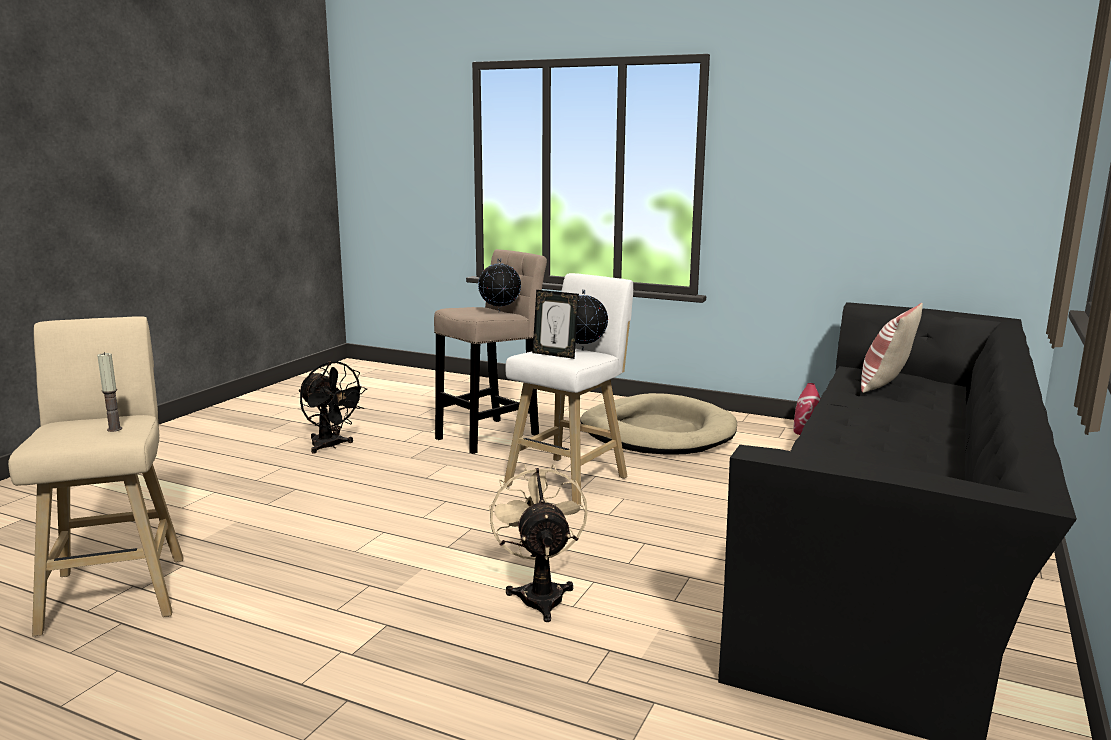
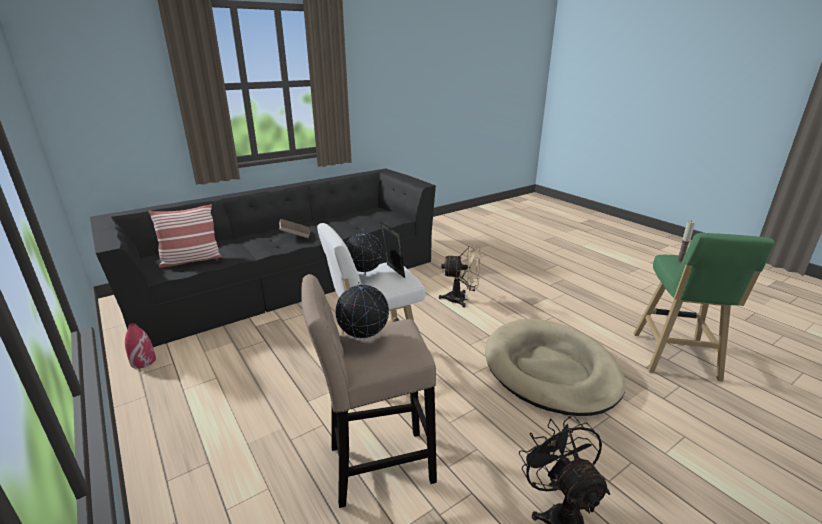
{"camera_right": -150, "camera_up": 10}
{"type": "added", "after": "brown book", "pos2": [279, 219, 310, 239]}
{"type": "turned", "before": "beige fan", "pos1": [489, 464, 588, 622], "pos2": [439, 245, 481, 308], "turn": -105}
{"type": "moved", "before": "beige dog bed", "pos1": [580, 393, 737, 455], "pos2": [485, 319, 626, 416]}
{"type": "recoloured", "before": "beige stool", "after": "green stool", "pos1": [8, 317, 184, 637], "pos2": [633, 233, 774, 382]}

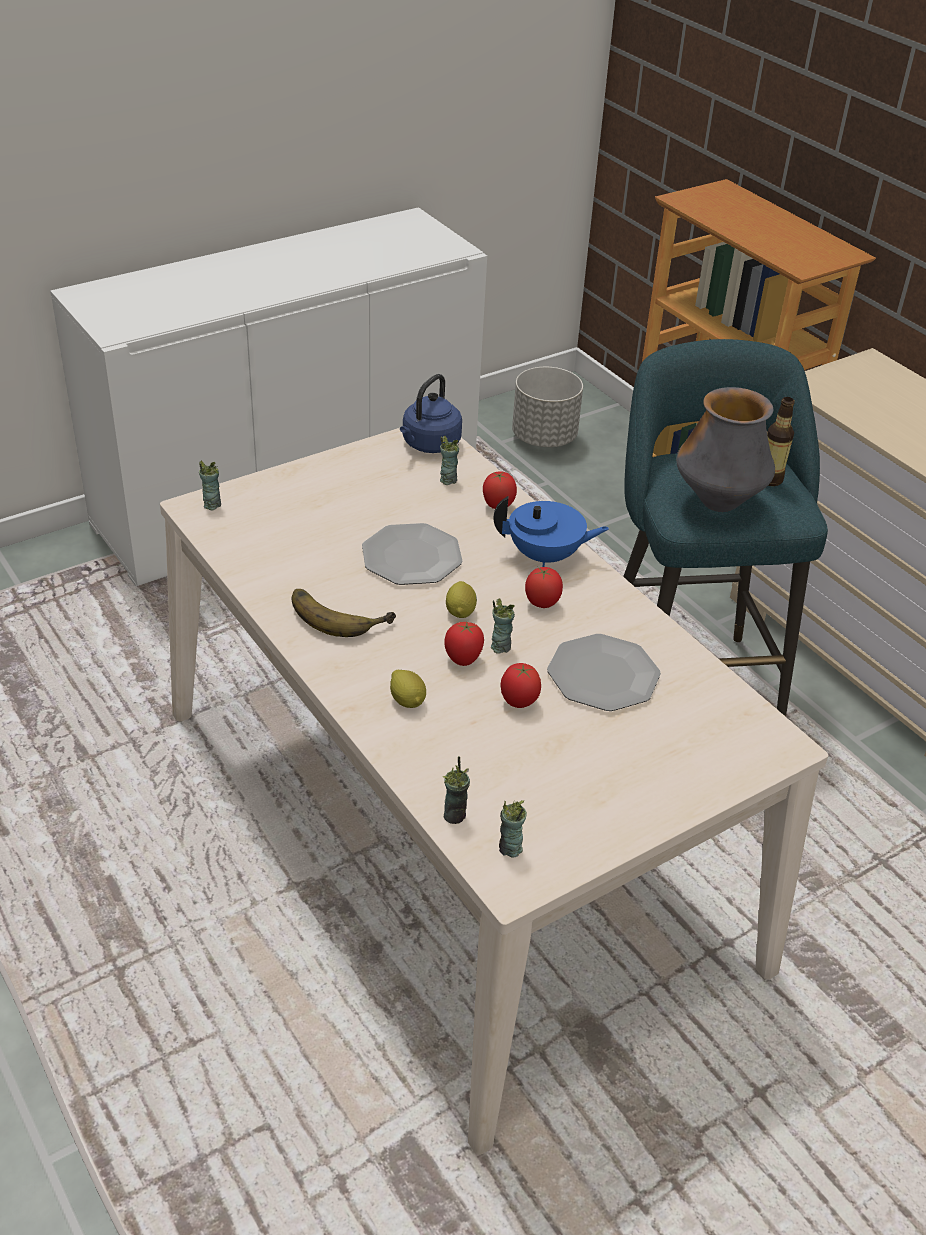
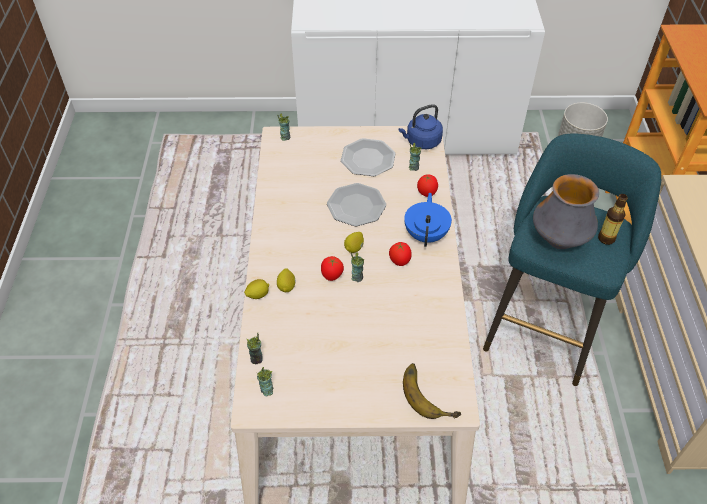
{"camera_right": 35, "camera_up": 10}
{"type": "added", "after": "lemon", "pos2": [244, 279, 269, 299]}
{"type": "moved", "before": "plate", "pos1": [547, 634, 661, 711], "pos2": [341, 138, 396, 176]}
{"type": "moved", "before": "banana", "pos1": [292, 589, 396, 637], "pos2": [403, 363, 461, 419]}
{"type": "turned", "before": "blue teapot", "pos1": [494, 496, 609, 567], "pos2": [404, 193, 452, 247], "turn": -120}
{"type": "removed", "before": "tomato", "pos1": [500, 663, 541, 708]}

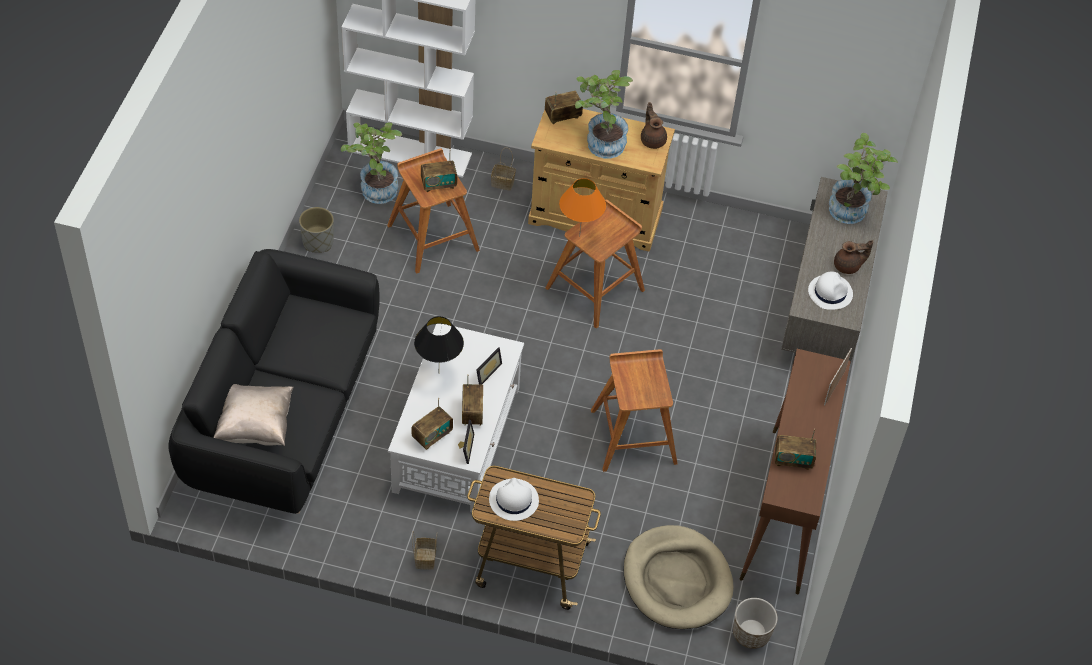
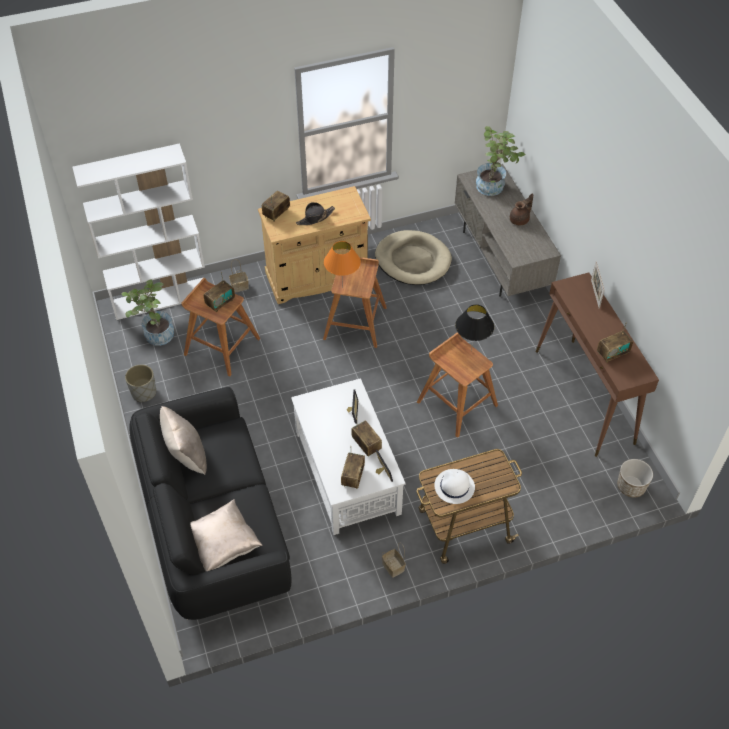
{"camera_right": -30, "camera_up": 0}
{"type": "added", "after": "beige pillow", "pos2": [160, 406, 207, 475]}
{"type": "replaced", "before": "potted plant", "after": "black hat", "pos1": [575, 70, 633, 159], "pos2": [296, 202, 335, 225]}
{"type": "moved", "before": "beige dog bed", "pos1": [624, 525, 733, 629], "pos2": [375, 230, 452, 285]}
{"type": "moved", "before": "black table lamp", "pos1": [414, 316, 464, 363], "pos2": [455, 304, 494, 352]}
{"type": "removed", "before": "brown teapot", "pos1": [641, 102, 667, 149]}
{"type": "removed", "before": "white hat", "pos1": [808, 272, 853, 310]}

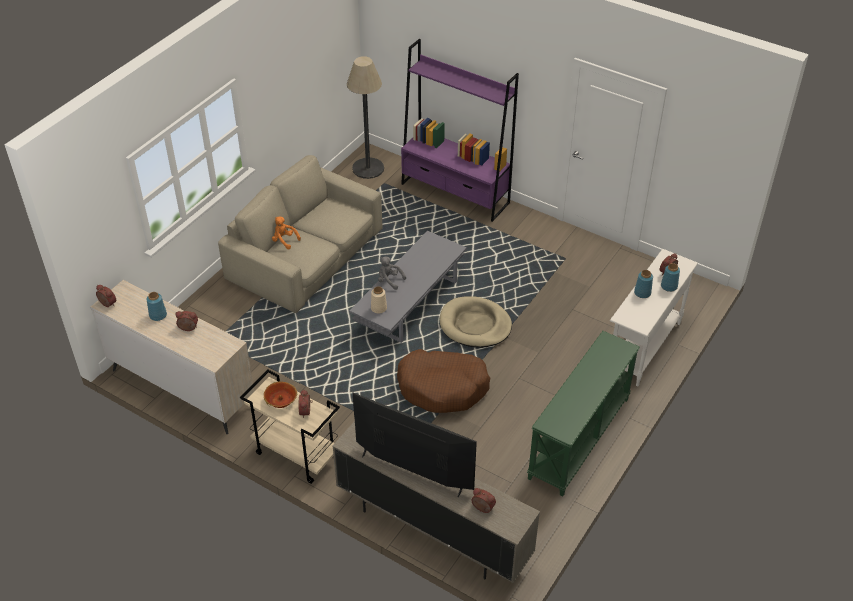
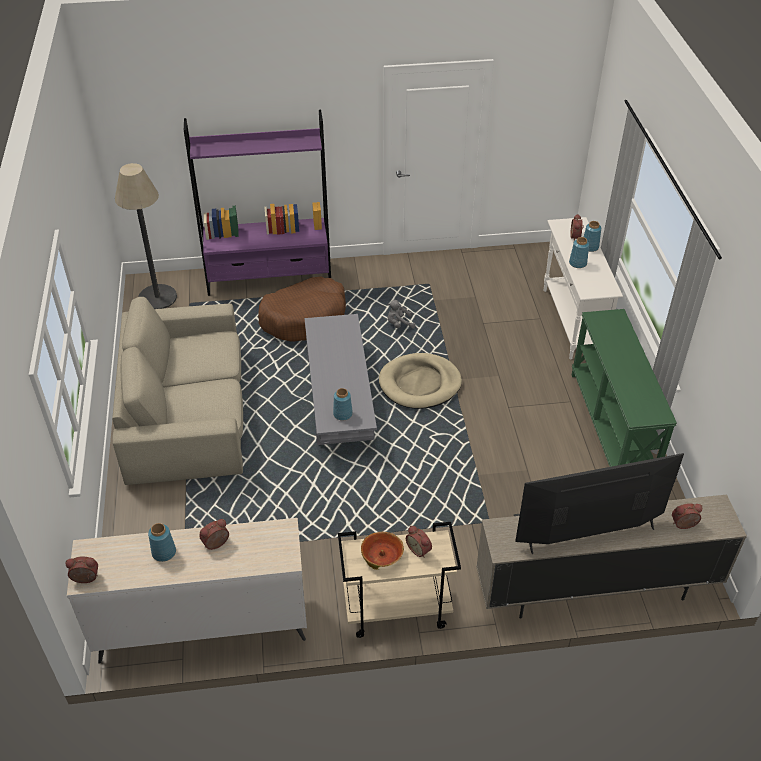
{"camera_right": -40, "camera_up": 0}
{"type": "moved", "before": "brown dog bed", "pos1": [397, 349, 490, 413], "pos2": [258, 276, 346, 342]}
{"type": "recoloured", "before": "beige vase", "after": "blue vase", "pos1": [371, 286, 387, 313], "pos2": [333, 388, 353, 421]}
{"type": "moved", "before": "grey plush toy", "pos1": [378, 256, 406, 290], "pos2": [387, 300, 416, 329]}
{"type": "removed", "before": "orange plush toy", "pos1": [272, 216, 301, 249]}

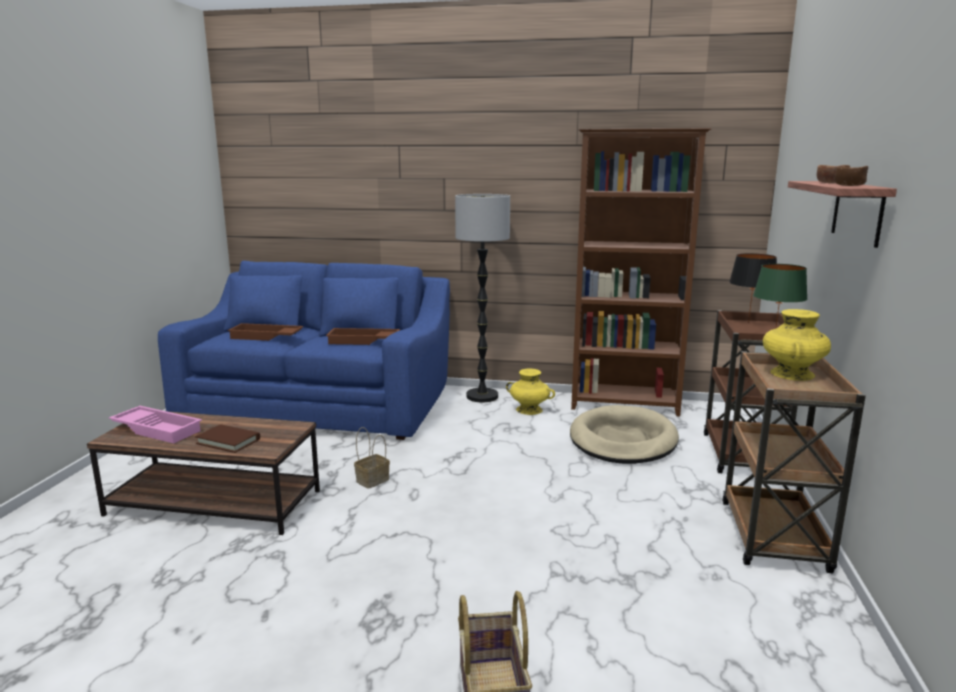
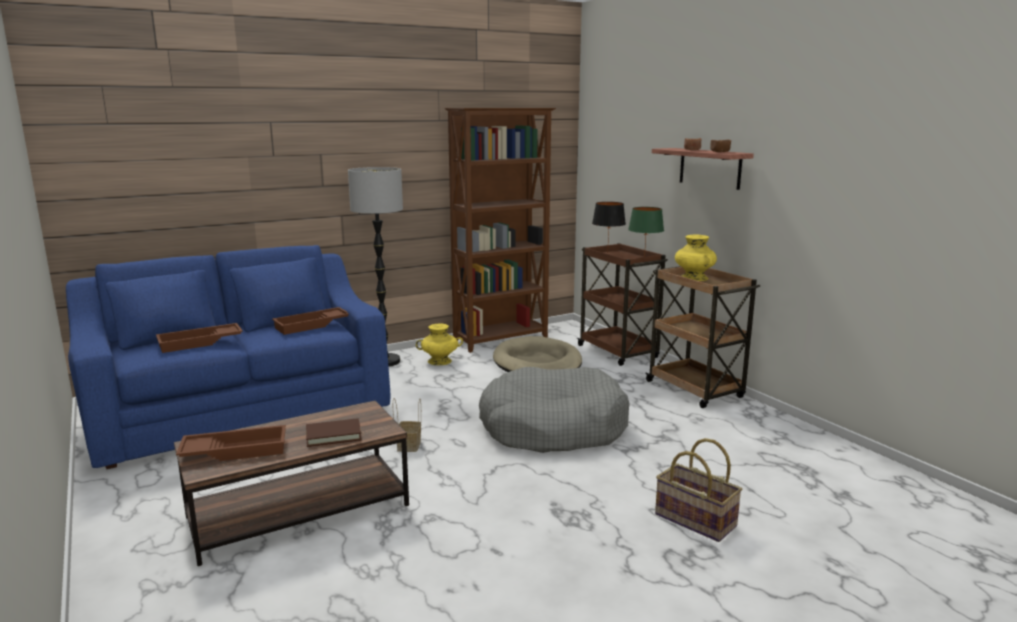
{"camera_right": -40, "camera_up": 0}
{"type": "recoloured", "before": "pink tray", "after": "brown tray", "pos1": [109, 406, 202, 444], "pos2": [176, 425, 286, 461]}
{"type": "added", "after": "grey dog bed", "pos2": [479, 367, 630, 453]}

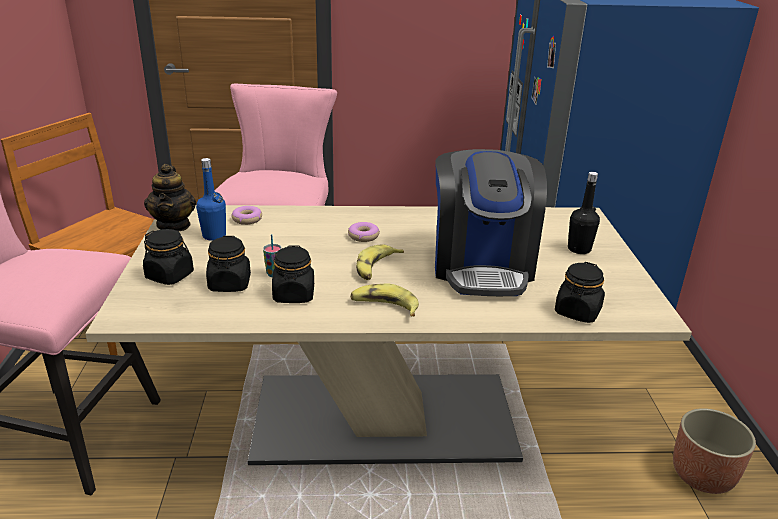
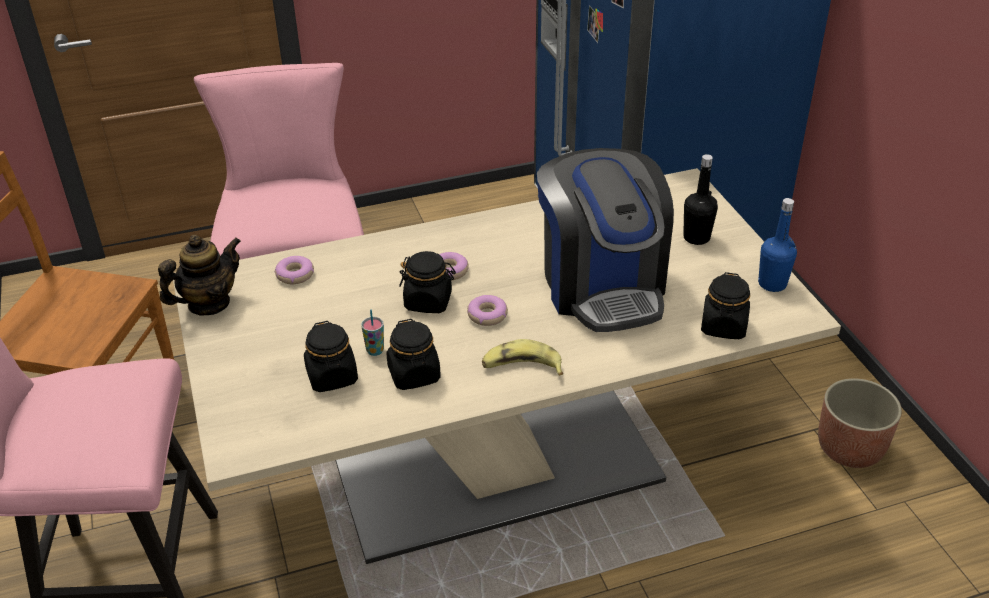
{"camera_right": -15, "camera_up": 10}
{"type": "turned", "before": "teapot", "pos1": [144, 164, 196, 232], "pos2": [158, 235, 241, 315], "turn": -105}
{"type": "moved", "before": "black jar", "pos1": [143, 229, 194, 285], "pos2": [399, 251, 456, 313]}
{"type": "replaced", "before": "banana", "after": "donut", "pos1": [356, 244, 404, 280], "pos2": [467, 295, 508, 326]}
{"type": "moved", "before": "blue bottle", "pos1": [196, 158, 226, 241], "pos2": [758, 198, 797, 292]}

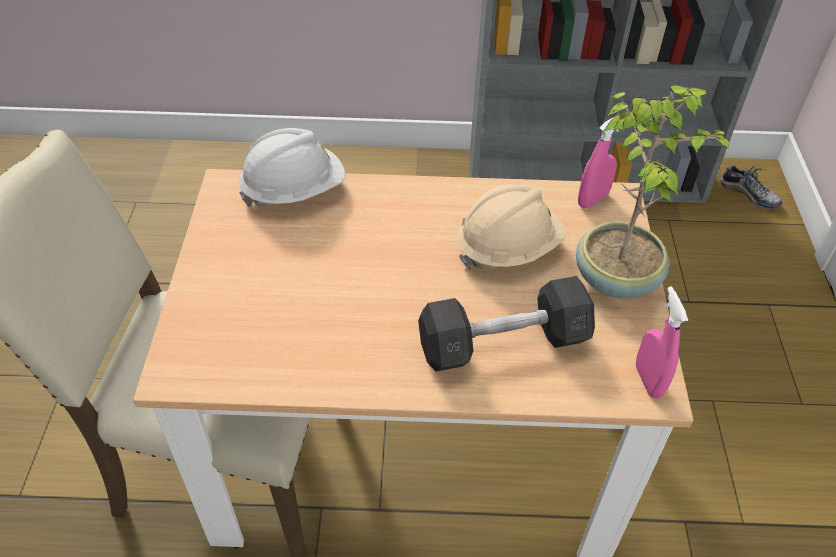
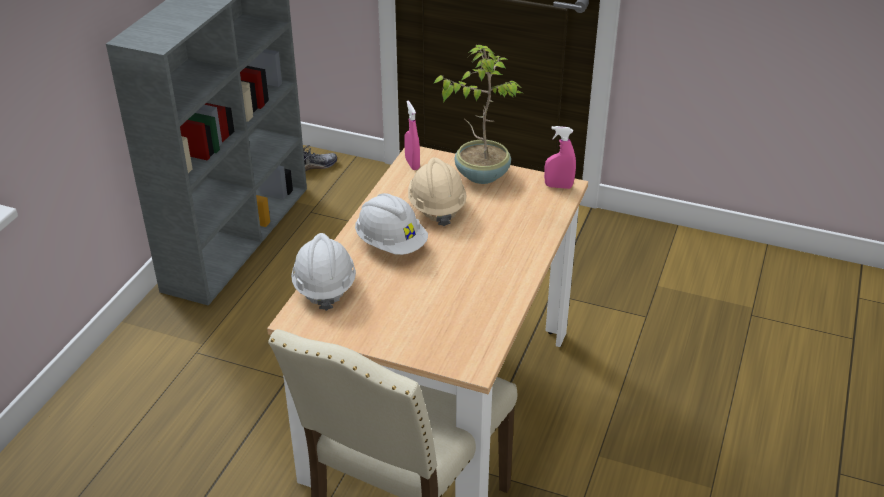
{"camera_right": -70, "camera_up": -10}
{"type": "added", "after": "white hard hat", "pos2": [355, 193, 428, 255]}
{"type": "removed", "before": "grey dumbbell", "pos1": [418, 276, 595, 372]}

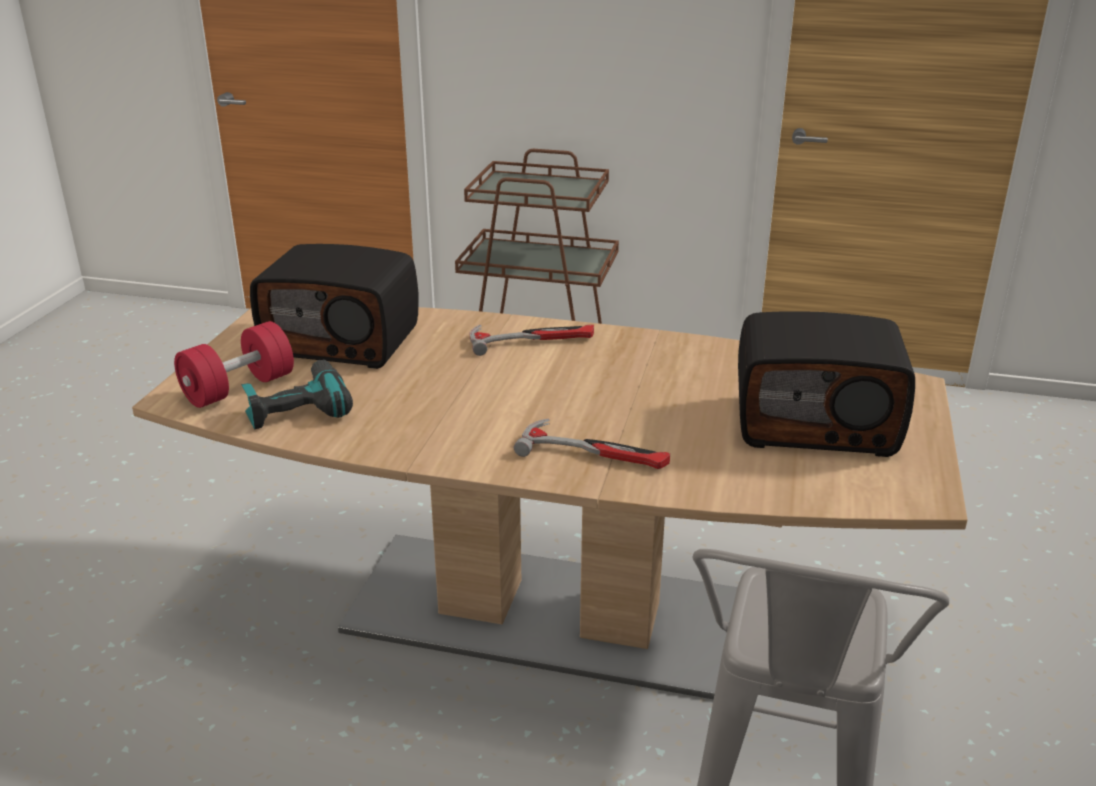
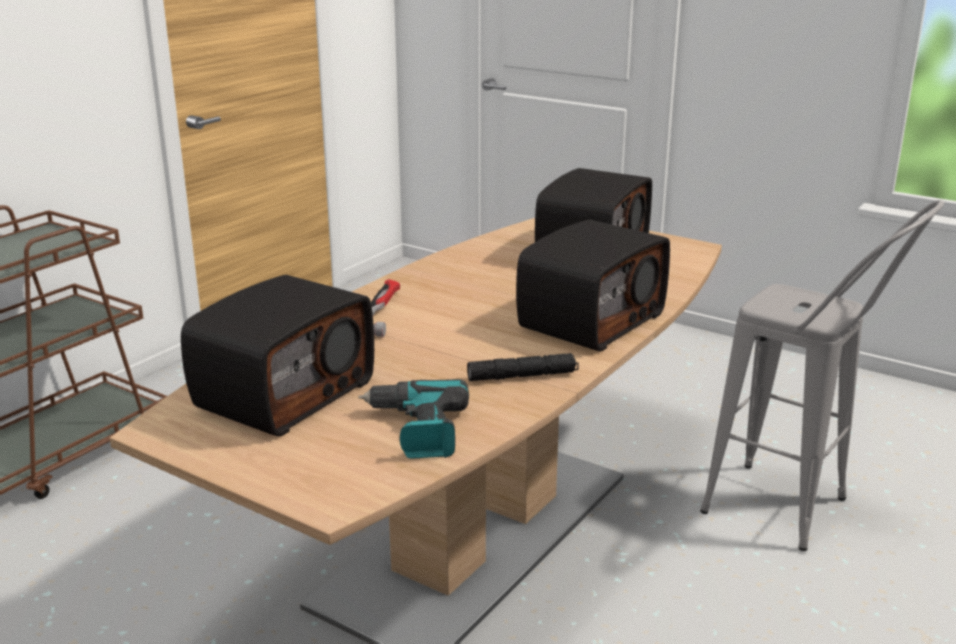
{"camera_right": -70, "camera_up": -5}
{"type": "added", "after": "black flashlight", "pos2": [467, 353, 579, 381]}
{"type": "replaced", "before": "hammer", "after": "radio", "pos1": [514, 419, 670, 469], "pos2": [516, 219, 670, 352]}
{"type": "removed", "before": "red dumbbell", "pos1": [174, 321, 294, 408]}

